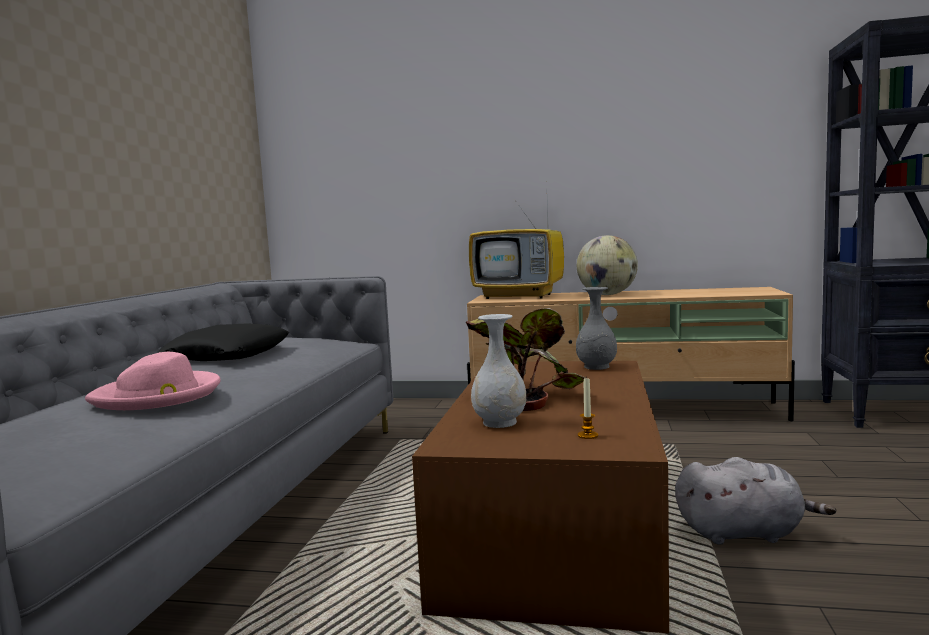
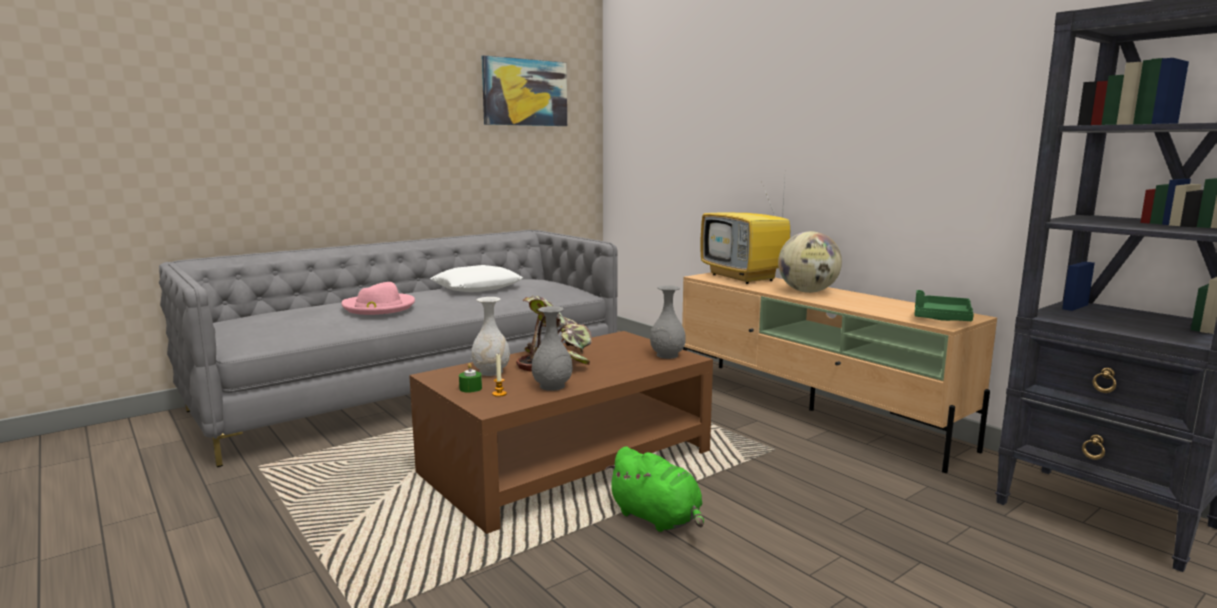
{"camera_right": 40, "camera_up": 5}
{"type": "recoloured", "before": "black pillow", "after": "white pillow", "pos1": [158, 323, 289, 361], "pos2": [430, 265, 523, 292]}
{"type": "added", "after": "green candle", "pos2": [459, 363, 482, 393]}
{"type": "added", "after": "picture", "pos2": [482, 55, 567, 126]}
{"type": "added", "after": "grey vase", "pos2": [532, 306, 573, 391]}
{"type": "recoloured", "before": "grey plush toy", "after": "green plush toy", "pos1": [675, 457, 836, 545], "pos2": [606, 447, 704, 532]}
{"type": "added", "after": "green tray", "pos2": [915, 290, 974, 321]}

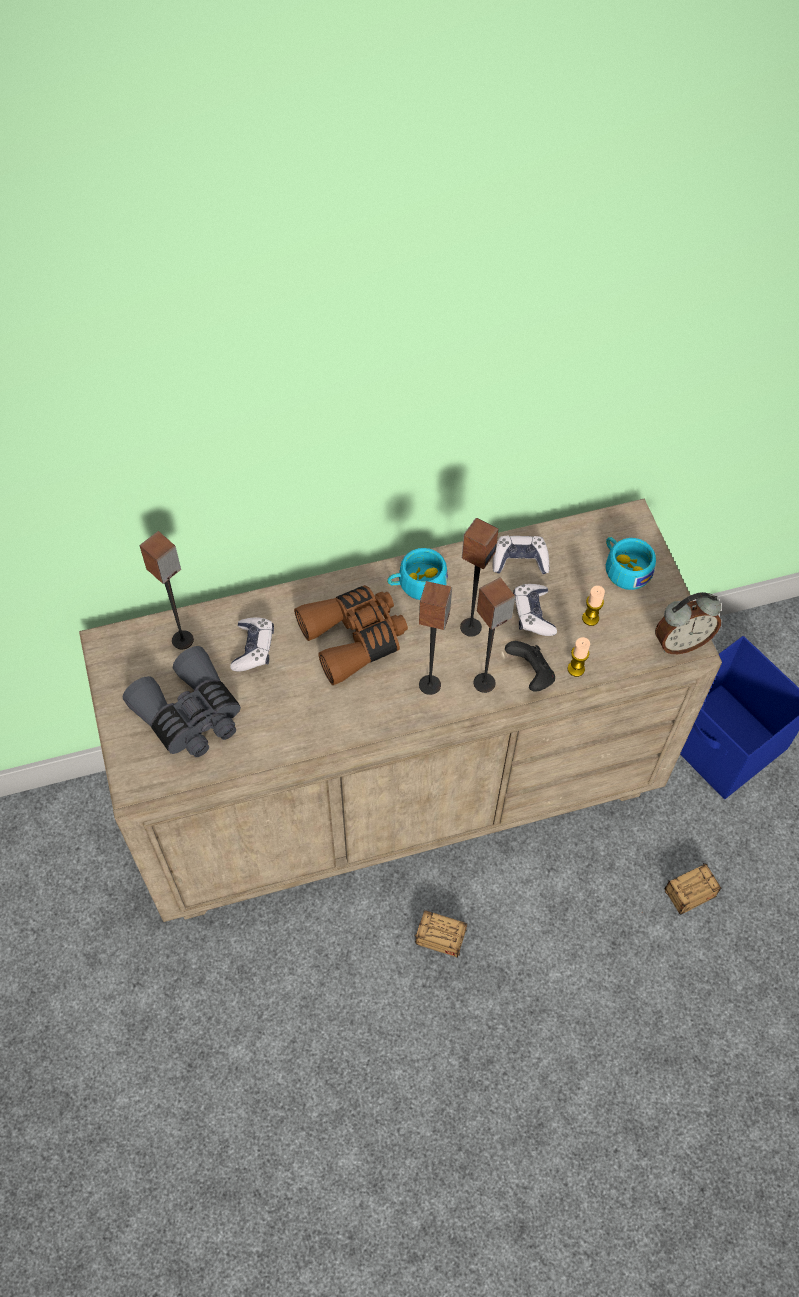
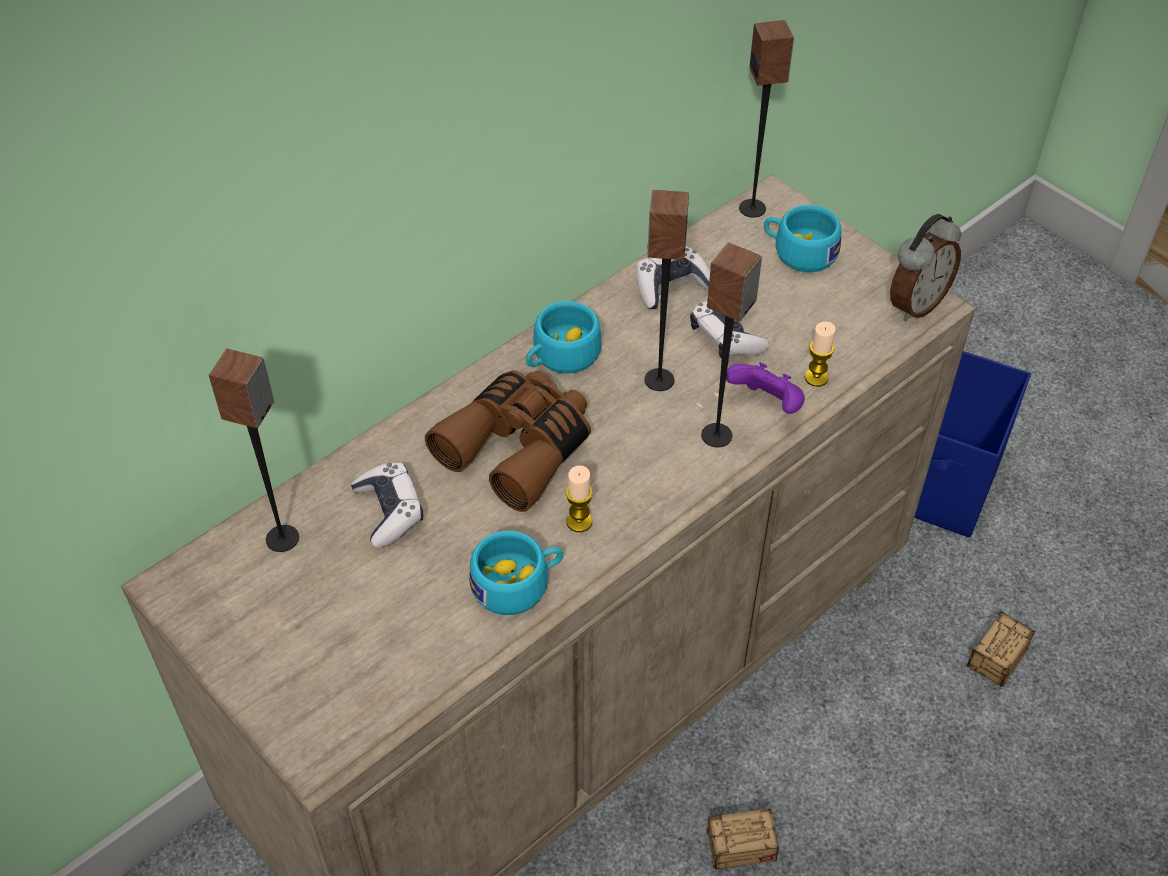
{"camera_right": -25, "camera_up": -10}
{"type": "added", "after": "turquoise cup", "pos2": [469, 531, 563, 615]}
{"type": "moved", "before": "candle", "pos1": [582, 586, 605, 626], "pos2": [566, 466, 593, 532]}
{"type": "recoloured", "before": "black game controller", "after": "purple game controller", "pos1": [505, 641, 555, 692], "pos2": [726, 362, 805, 414]}
{"type": "moved", "before": "speaker", "pos1": [419, 581, 452, 695], "pos2": [739, 20, 794, 218]}
{"type": "removed", "before": "grey binoculars", "pos1": [123, 646, 241, 757]}

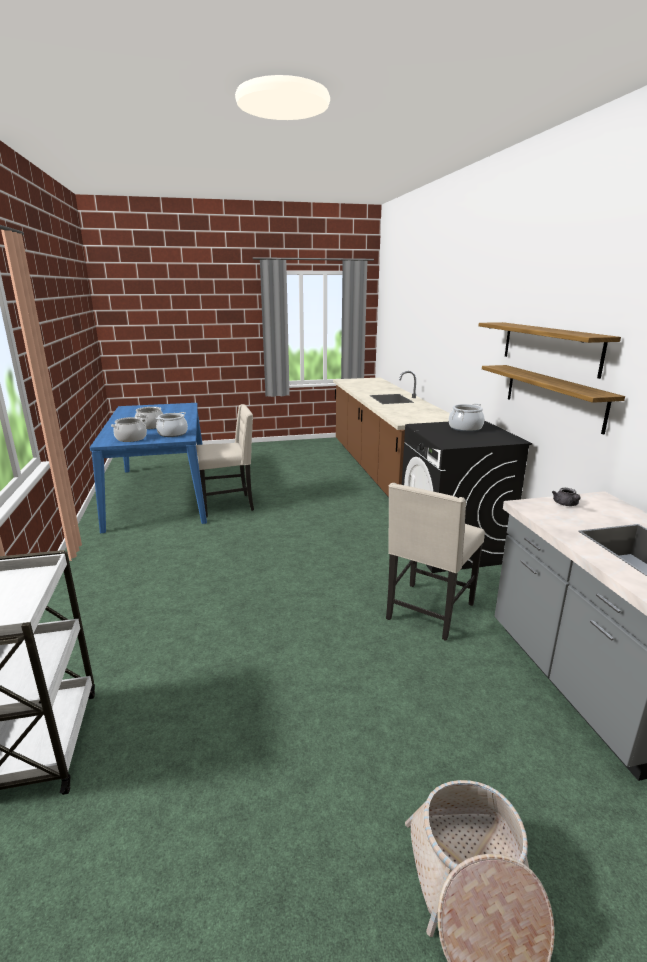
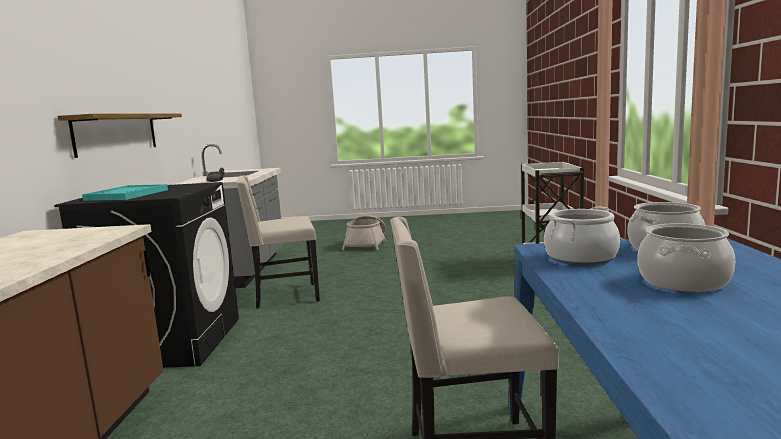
{"camera_right": -165, "camera_up": -10}
{"type": "replaced", "before": "cooking pot", "after": "turquoise tray", "pos1": [448, 404, 484, 432], "pos2": [82, 184, 168, 201]}
{"type": "turned", "before": "beige chair", "pos1": [386, 483, 485, 641], "pos2": [237, 175, 320, 309], "turn": -150}
{"type": "removed", "before": "shelf", "pos1": [479, 322, 621, 379]}

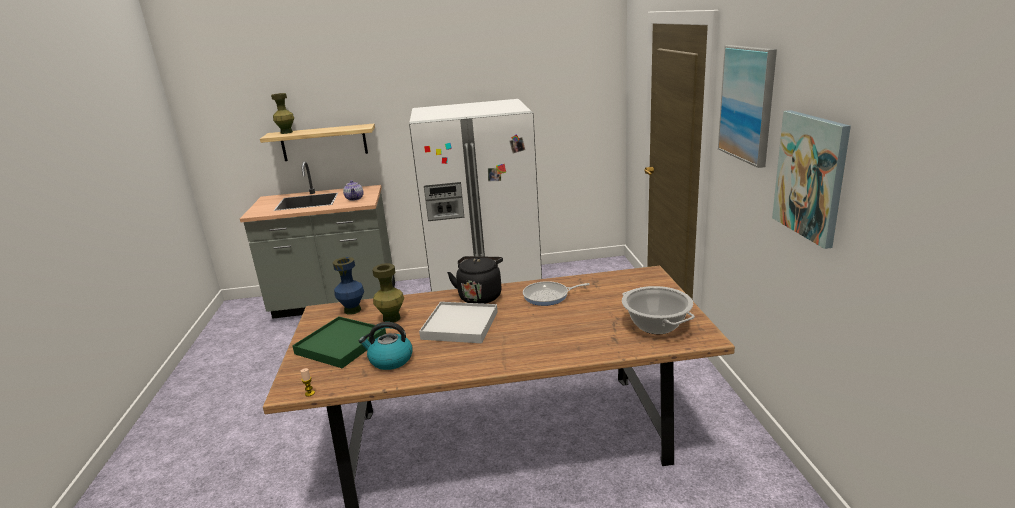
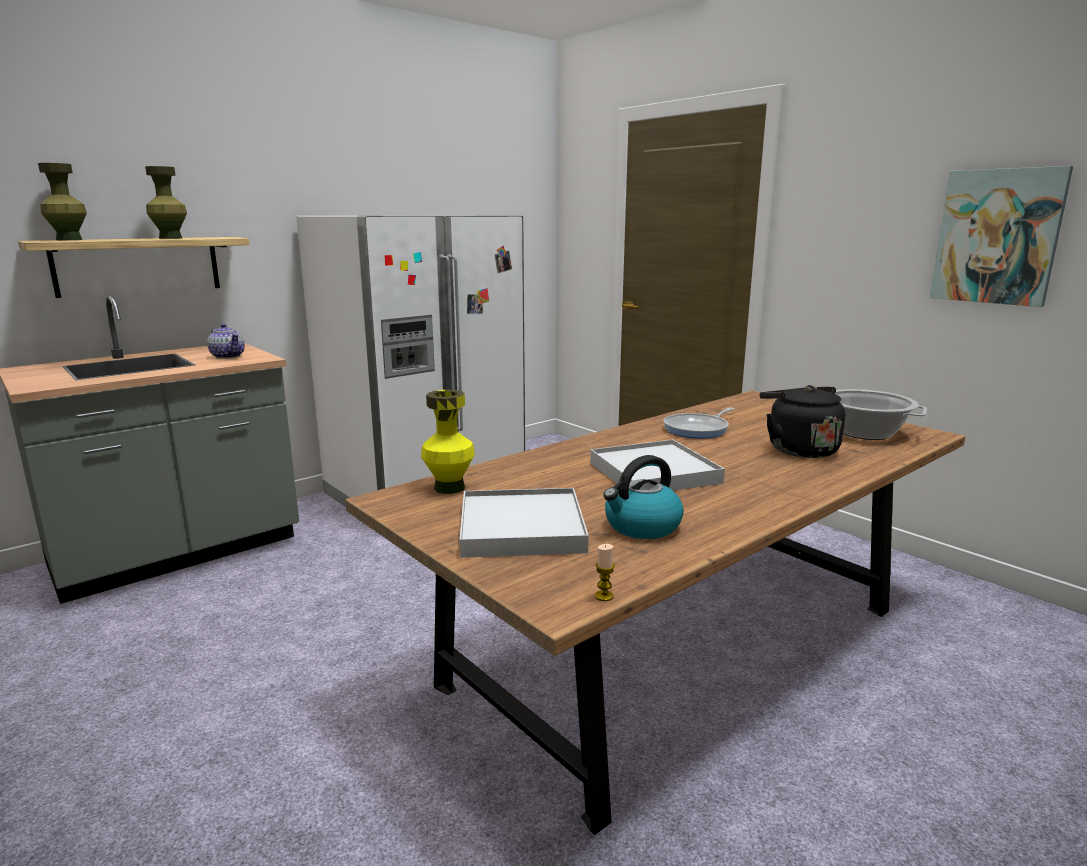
{"camera_right": -35, "camera_up": -5}
{"type": "moved", "before": "green vase", "pos1": [372, 263, 404, 323], "pos2": [145, 166, 187, 239]}
{"type": "recoloured", "before": "blue vase", "after": "yellow vase", "pos1": [333, 257, 364, 315], "pos2": [421, 390, 475, 494]}
{"type": "recoloured", "before": "green tray", "after": "white tray", "pos1": [292, 317, 386, 368], "pos2": [460, 488, 589, 558]}
{"type": "moved", "before": "black kettle", "pos1": [447, 256, 503, 304], "pos2": [760, 385, 845, 458]}
{"type": "removed", "before": "picture", "pos1": [718, 45, 777, 168]}

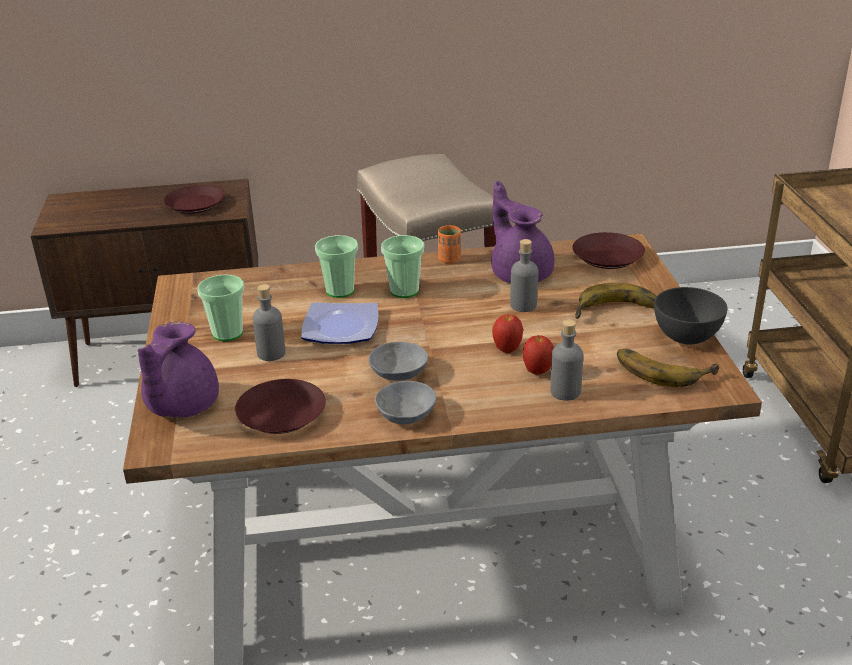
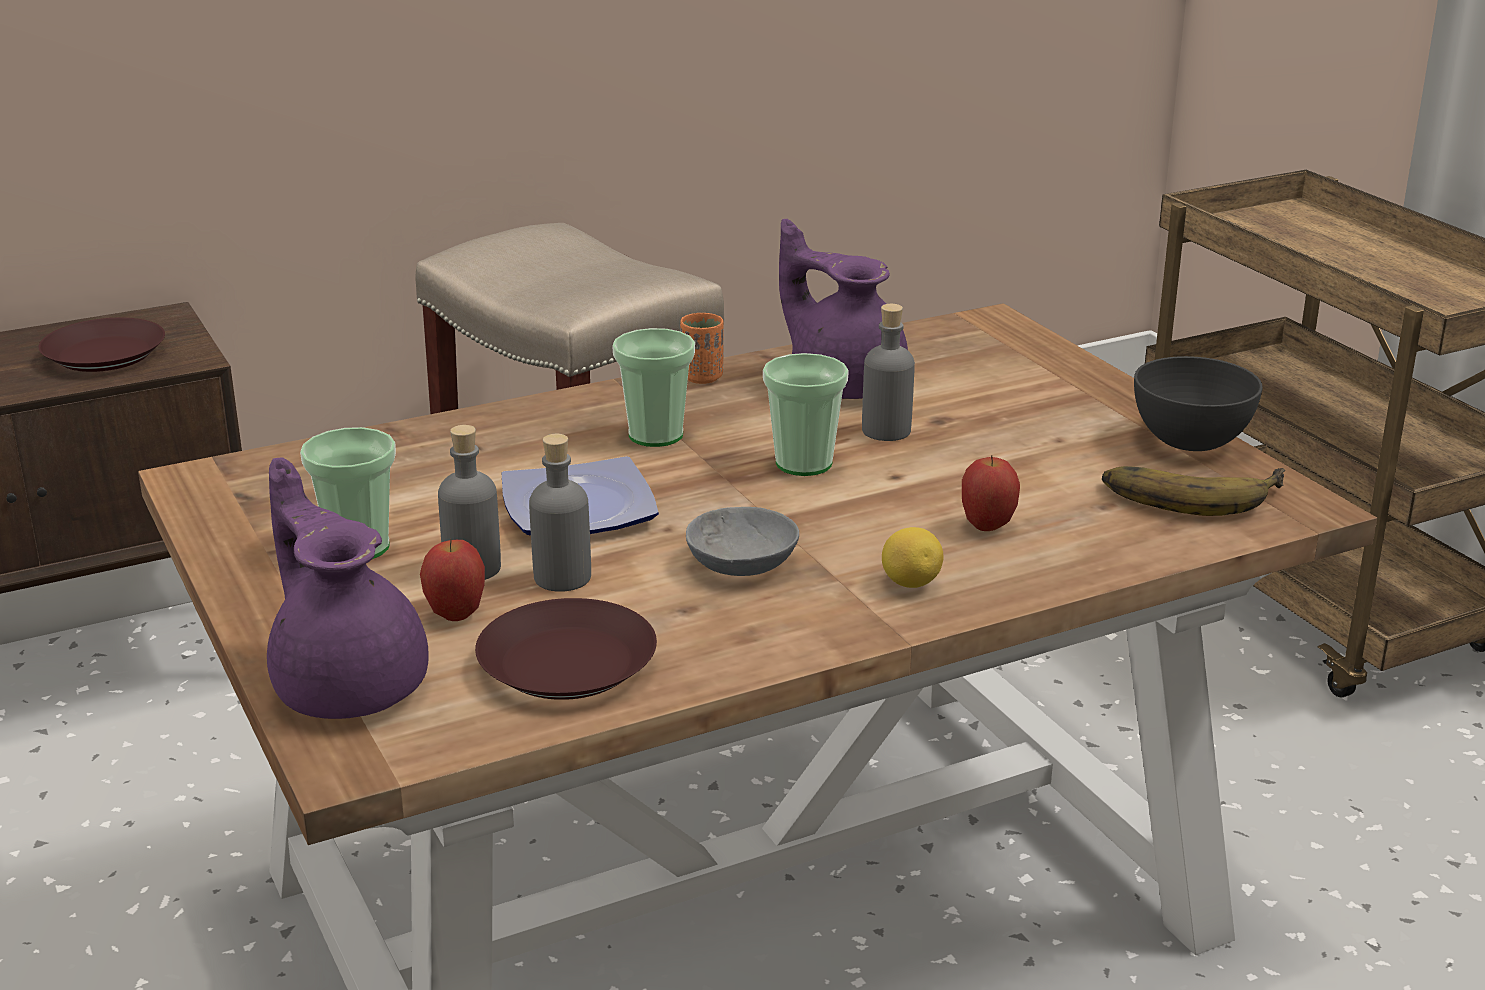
{"camera_right": -20, "camera_up": -5}
{"type": "turned", "before": "purple teapot", "pos1": [138, 322, 219, 418], "pos2": [267, 457, 429, 719], "turn": 150}
{"type": "moved", "before": "apple", "pos1": [492, 314, 523, 353], "pos2": [420, 539, 485, 621]}
{"type": "moved", "before": "grey bottle", "pos1": [550, 319, 583, 401], "pos2": [529, 434, 591, 592]}
{"type": "moved", "before": "cup", "pos1": [315, 235, 358, 298], "pos2": [763, 353, 849, 476]}
{"type": "added", "after": "lemon", "pos2": [882, 527, 944, 588]}
{"type": "removed", "before": "grey bowl", "pos1": [375, 381, 436, 424]}
{"type": "removed", "before": "brown plate", "pos1": [573, 232, 645, 269]}
{"type": "removed", "before": "banana", "pos1": [575, 283, 657, 319]}

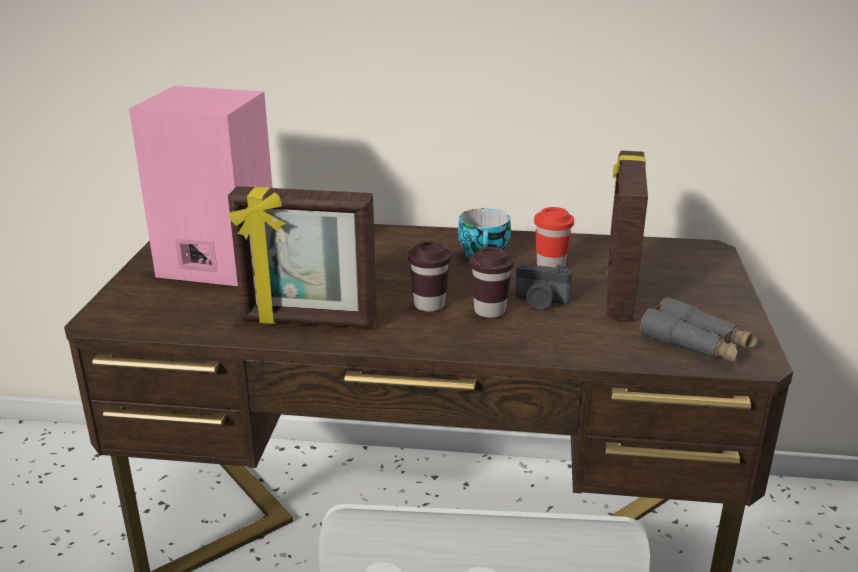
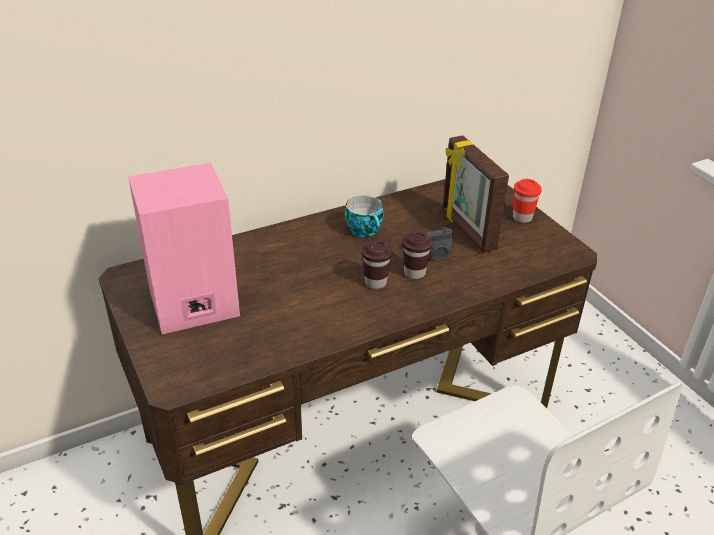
{"camera_right": -35, "camera_up": 10}
{"type": "moved", "before": "red cup", "pos1": [534, 207, 574, 268], "pos2": [513, 179, 542, 223]}
{"type": "removed", "before": "picture frame", "pos1": [228, 186, 377, 329]}
{"type": "removed", "before": "grey binoculars", "pos1": [640, 297, 758, 363]}

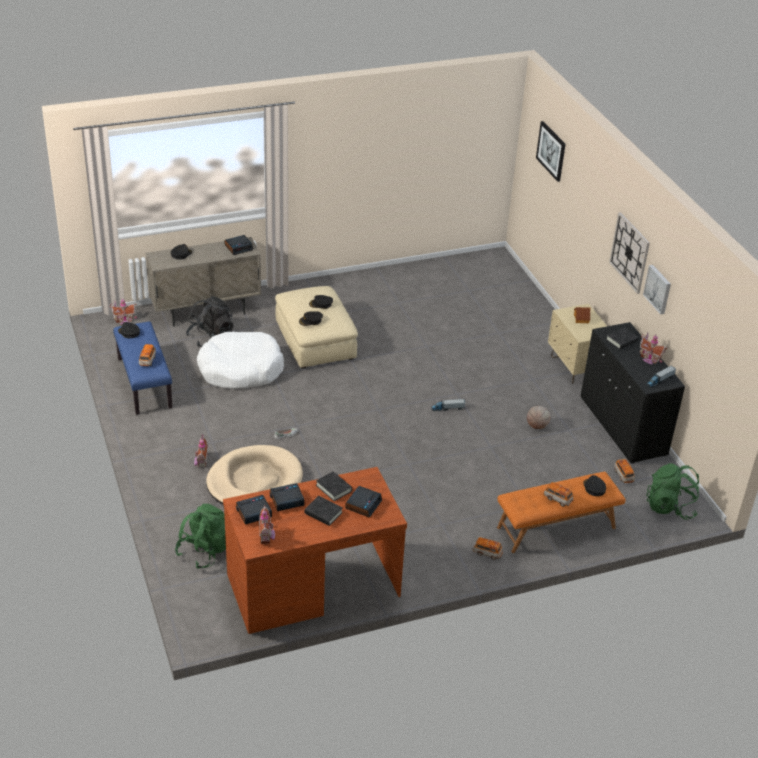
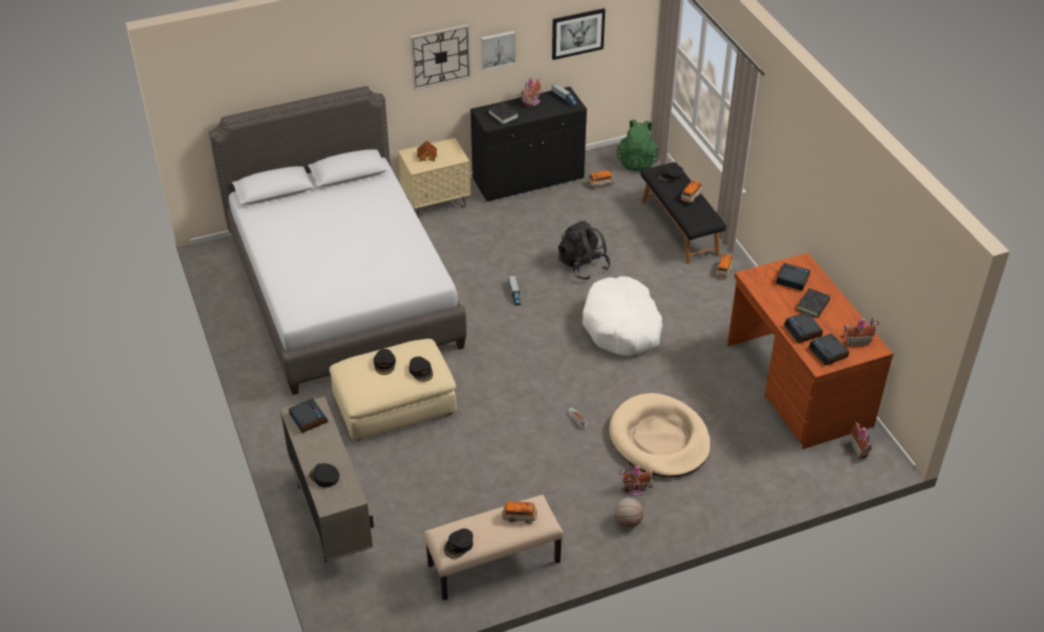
{"camera_right": -90, "camera_up": 5}
{"type": "added", "after": "grey bed", "pos2": [209, 86, 467, 395]}
{"type": "recoloured", "before": "blue bench", "after": "beige bench", "pos1": [113, 321, 173, 415], "pos2": [424, 495, 563, 600]}
{"type": "moved", "before": "picture", "pos1": [536, 121, 566, 182], "pos2": [552, 8, 605, 60]}
{"type": "moved", "before": "black backpack", "pos1": [186, 296, 234, 347], "pos2": [558, 221, 610, 280]}
{"type": "moved", "before": "white dog bed", "pos1": [197, 332, 284, 389], "pos2": [582, 276, 663, 356]}
{"type": "moved", "before": "basketball", "pos1": [527, 406, 550, 429], "pos2": [614, 498, 643, 528]}
{"type": "recoloured", "before": "orange bench", "after": "black bench", "pos1": [497, 472, 626, 553], "pos2": [641, 162, 726, 264]}
{"type": "moved", "before": "toy house", "pos1": [109, 299, 137, 324], "pos2": [851, 421, 872, 458]}
{"type": "removed", "before": "green backpack", "pos1": [175, 504, 226, 569]}
{"type": "removed", "before": "black book", "pos1": [316, 472, 352, 501]}

